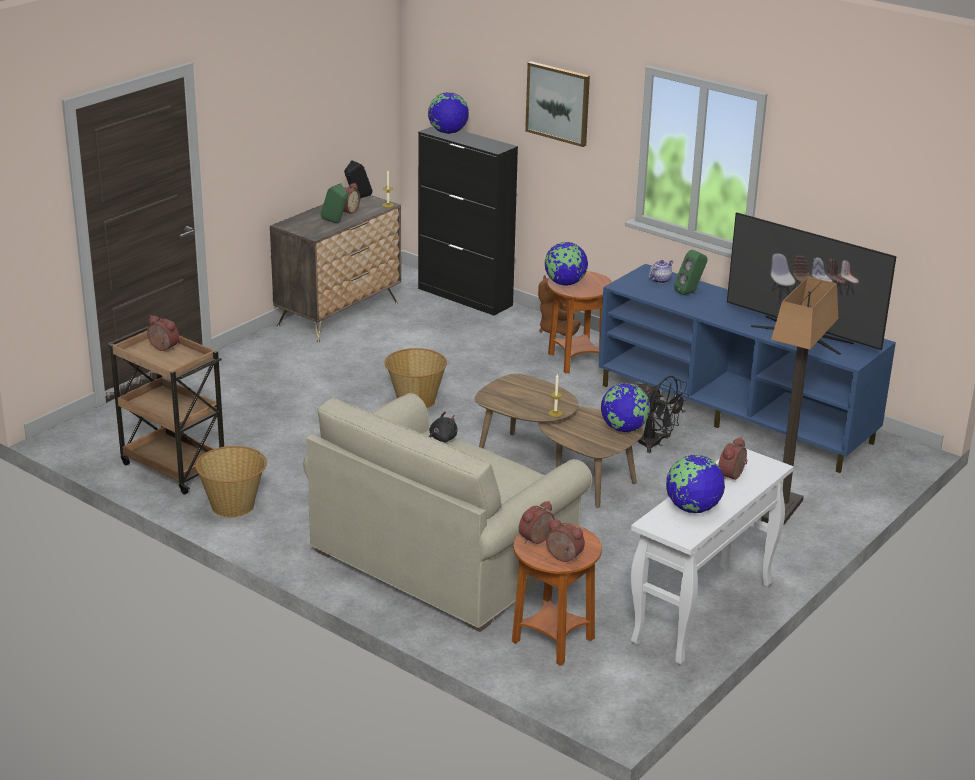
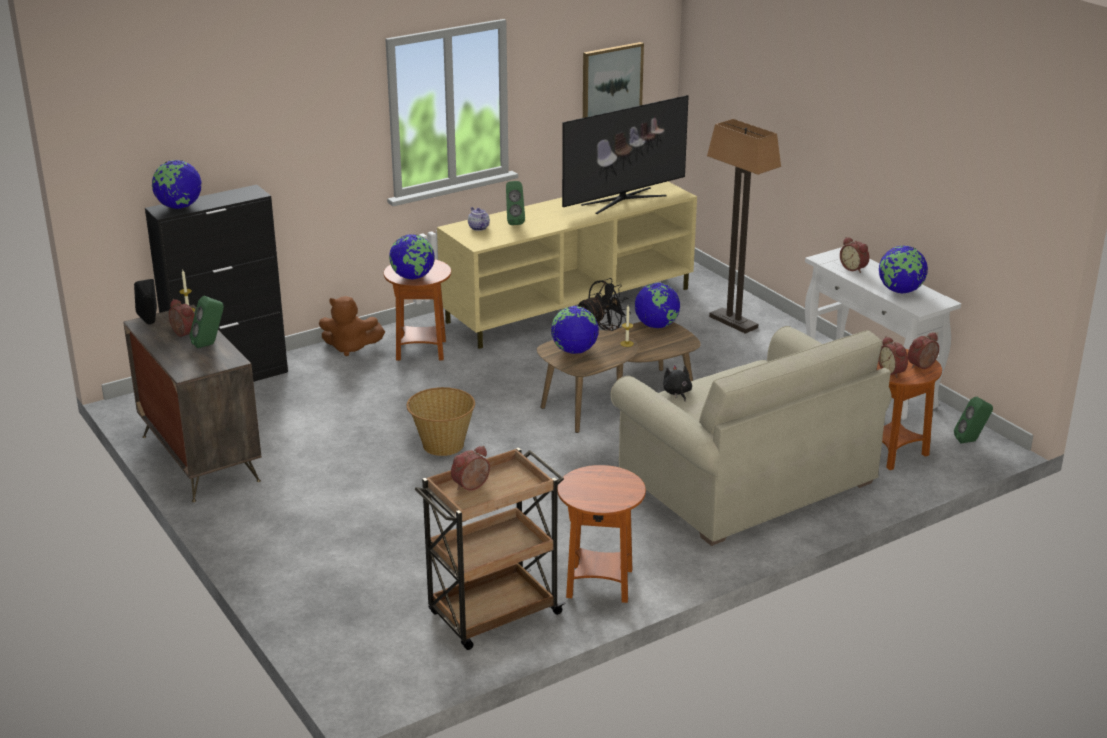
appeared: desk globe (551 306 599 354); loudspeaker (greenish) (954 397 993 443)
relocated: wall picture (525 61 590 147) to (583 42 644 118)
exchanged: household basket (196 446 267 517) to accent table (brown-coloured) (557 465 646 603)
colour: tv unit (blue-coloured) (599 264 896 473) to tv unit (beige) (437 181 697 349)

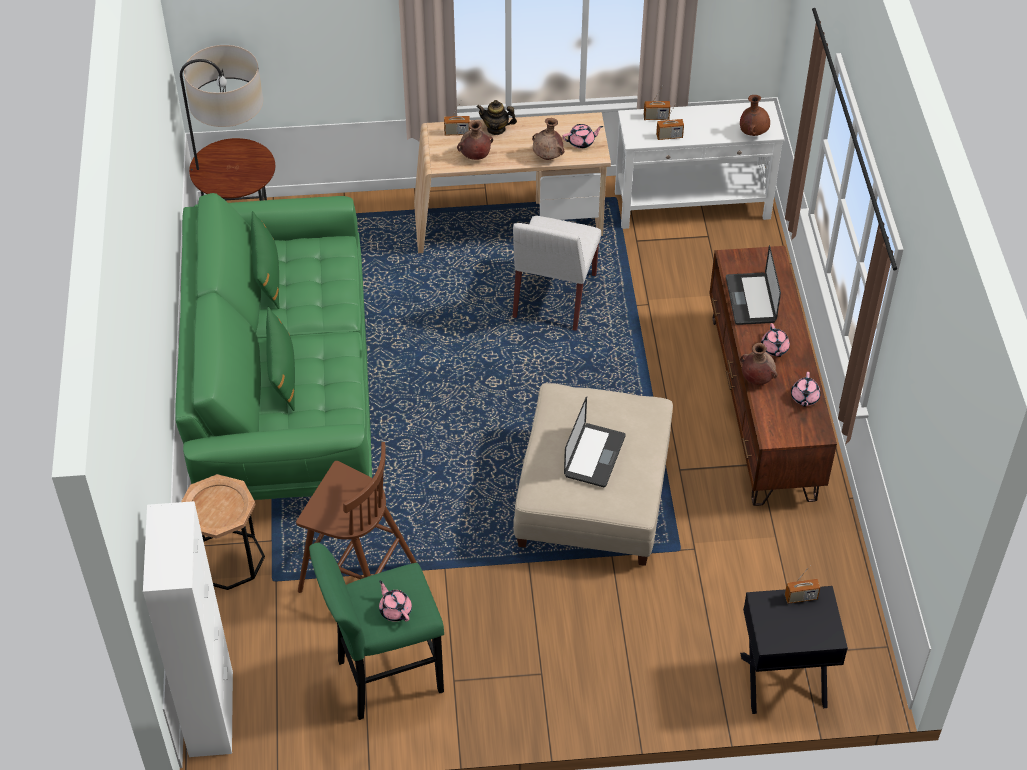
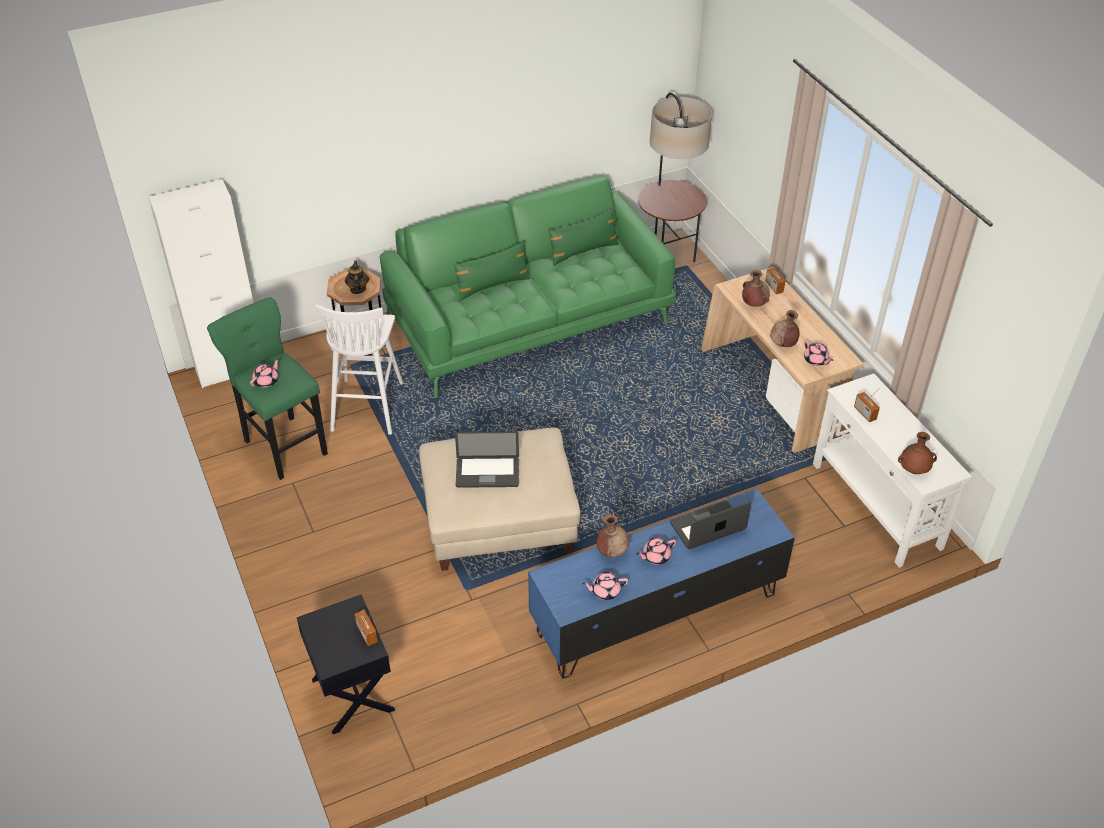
missing: chair (white) (512 216 601 331); radio (644 89 670 120)
relocated: teapot (477 100 517 135) to (345 261 369 294)
colour: stool seat (brown-coloured) (296 442 417 593) to stool seat (white) (315 304 403 435); tv unit (brown-coloured) (709 246 837 506) to tv unit (blue-coloured) (528 488 795 679)

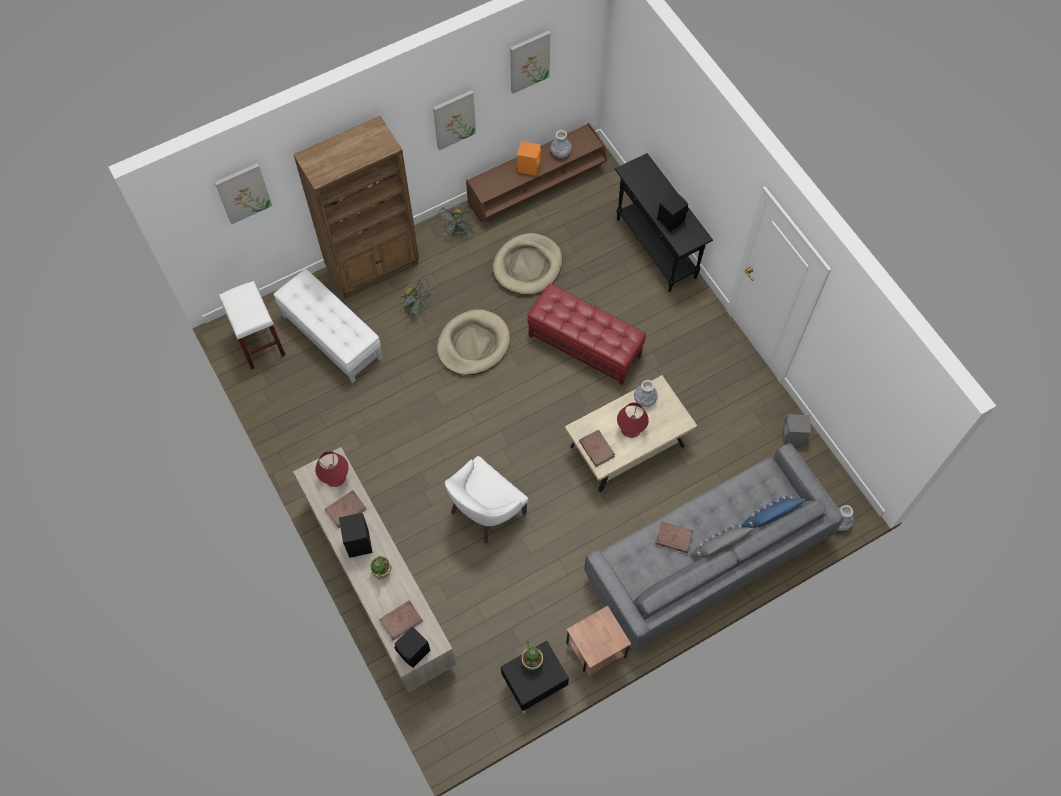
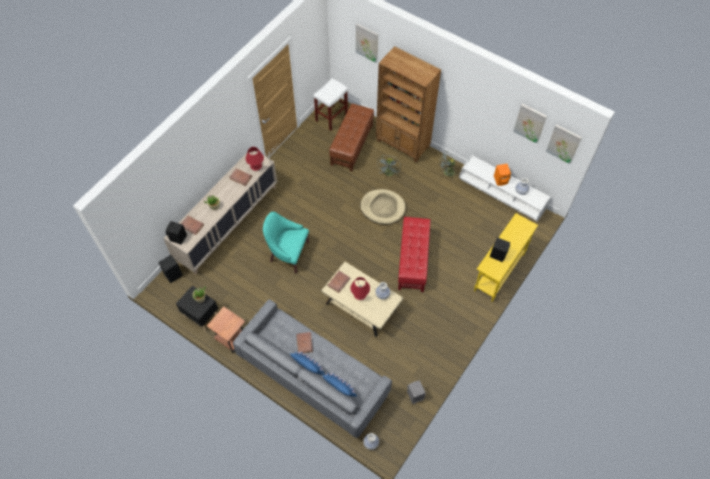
missing: dog bed (beige) (493 233 562 295)
relocated: loudspeaker (black-coloured) (339 513 373 558) to (158 255 183 283); wall picture (433 90 476 150) to (546 124 582 164)
colour: ottoman (white) (273 269 383 383) to ottoman (brown-coloured) (329 104 374 171); lounge chair (white) (445 456 529 543) to lounge chair (blue-green) (263 212 309 273); tv unit (brown-coloured) (466 123 607 222) to tv unit (white) (459 155 551 222); console table (black-coloured) (615 153 713 292) to console table (yellow-coloured) (474 213 538 302); cushion (greyish) (691 524 753 558) to cushion (blue-coloured) (290 352 325 375)

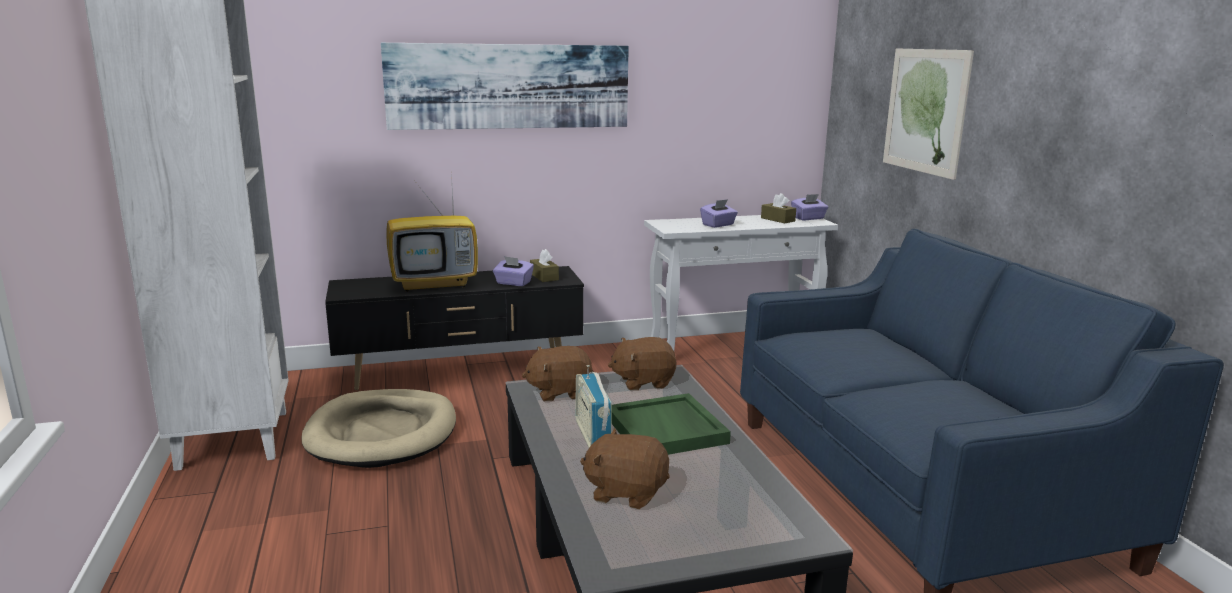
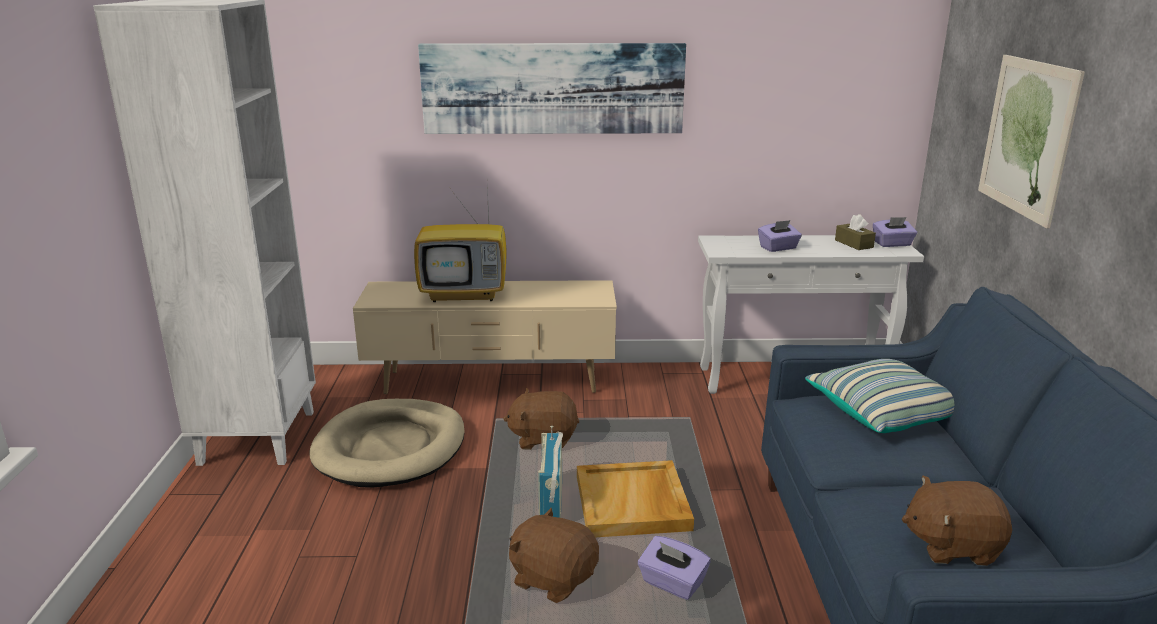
missing: box of tissues (brown-coloured) (530 249 559 282)
appeared: cushion (805 359 954 433)
relocated: box of tissues (purplish) (493 256 534 286) to (638 536 711 600); plush toy (brown-coloured) (608 337 676 390) to (902 476 1012 566)
colour: tv unit (black-coloured) (325 266 584 390) to tv unit (beige) (353 280 617 394); carrying tray (greenish) (611 393 731 455) to carrying tray (beige) (577 460 694 537)

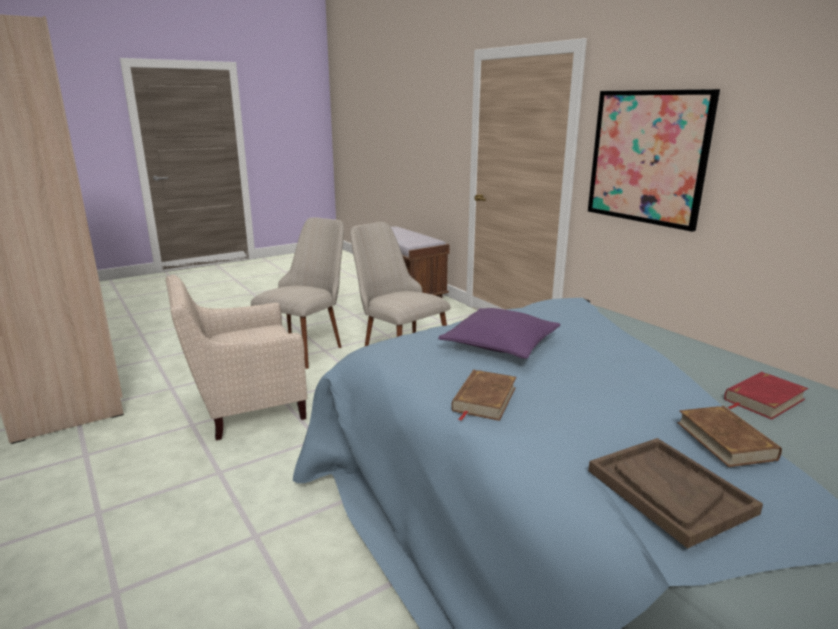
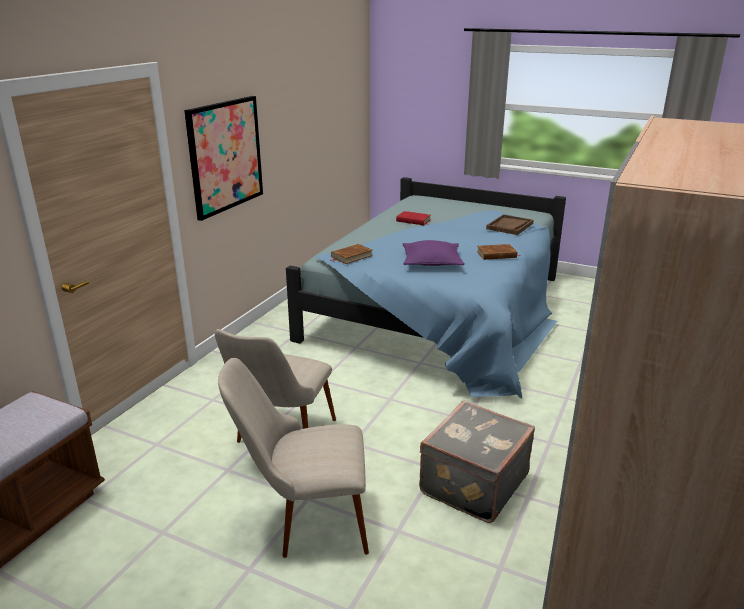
relocated: volume (brown-coloured) (677 406 782 467) to (329 244 373 264)
exchanged: lounge chair (beige) (165 275 307 441) to travel case (greyish) (419 400 535 523)

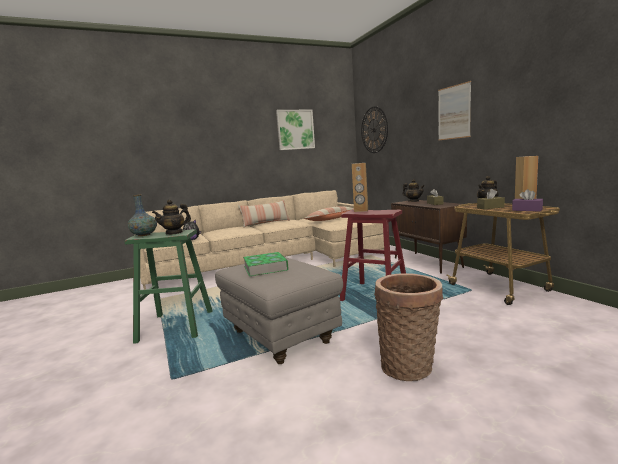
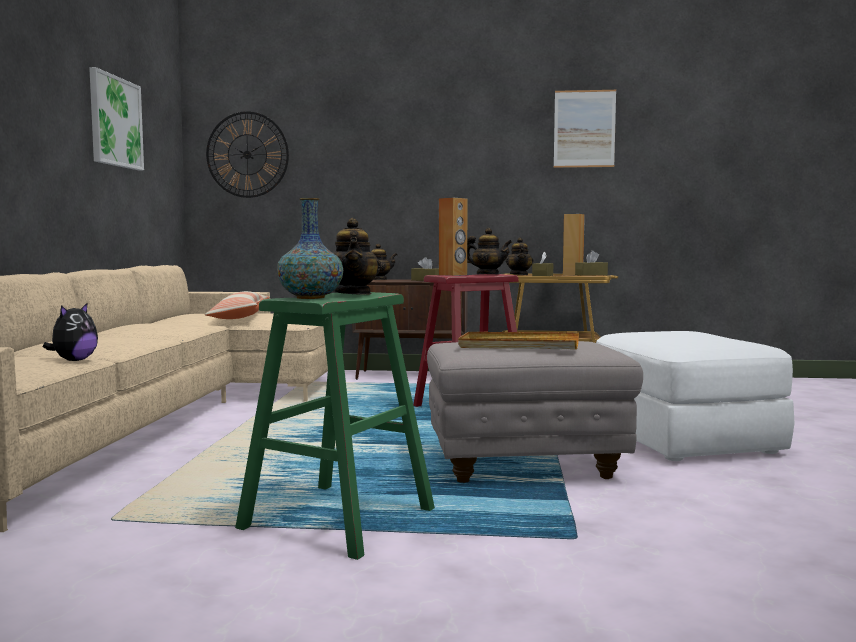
missing: cushion (238 200 290 227)
appeared: teapot (467 228 512 275)
relocated: wall picture (438 81 471 141) to (554 90 616 168)
exchanged: volume (243 252 289 276) to carrying tray (beige) (458 332 579 349); household basket (374 273 443 381) to ottoman (white) (596 331 795 461)
colour: box of tissues (purplish) (512 189 543 211) to box of tissues (brown-coloured) (575 250 608 276)

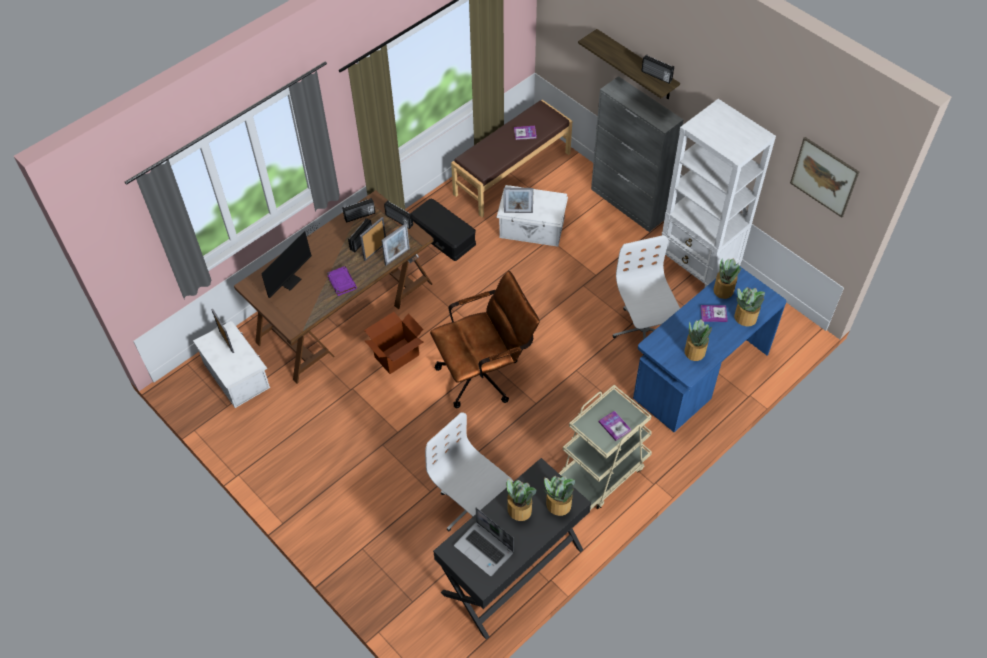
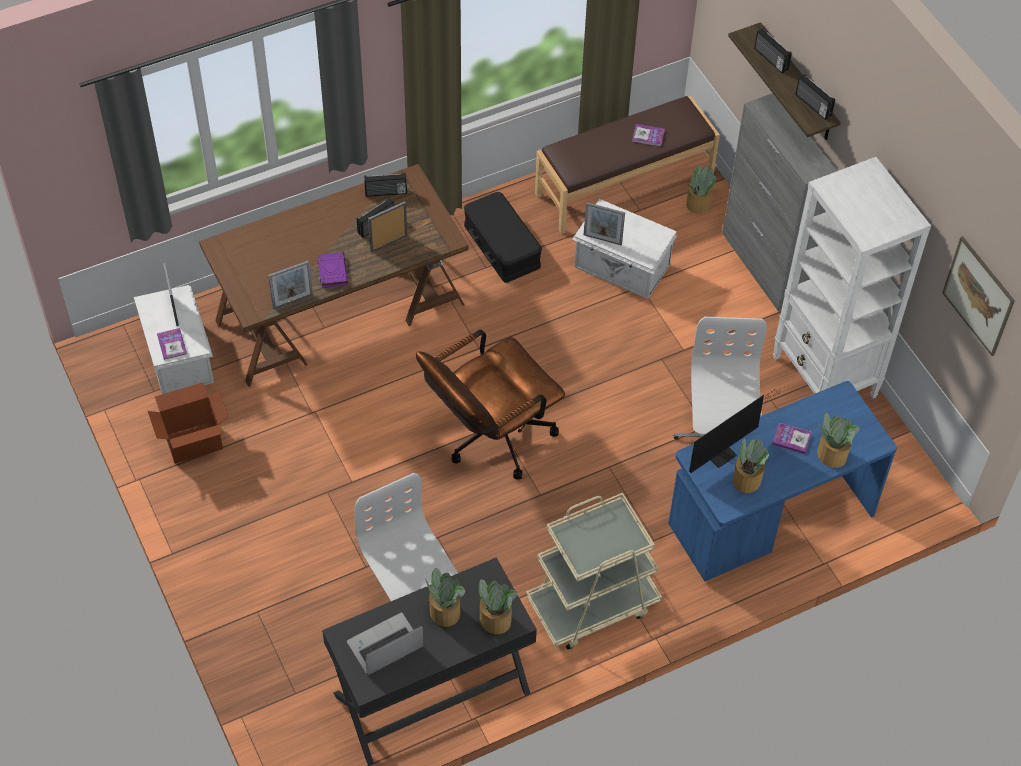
relocated: computer display (261 225 314 298) to (689 388 783 473); cardboard box (364 312 424 374) to (148 382 229 464); photo frame (381 223 410 266) to (268 260 313 309); radio (384 200 413 229) to (754 28 792 73); volume (599 411 631 441) to (157 328 187 360); plant in a pot (714 258 742 299) to (686 165 716 214)
spun: desk chair (brown-coloured) (430 271 540 408) = (416 330 565 480) 150 degrees clockwise; portable computer (454 508 514 576) = (347 613 424 675) 90 degrees clockwise

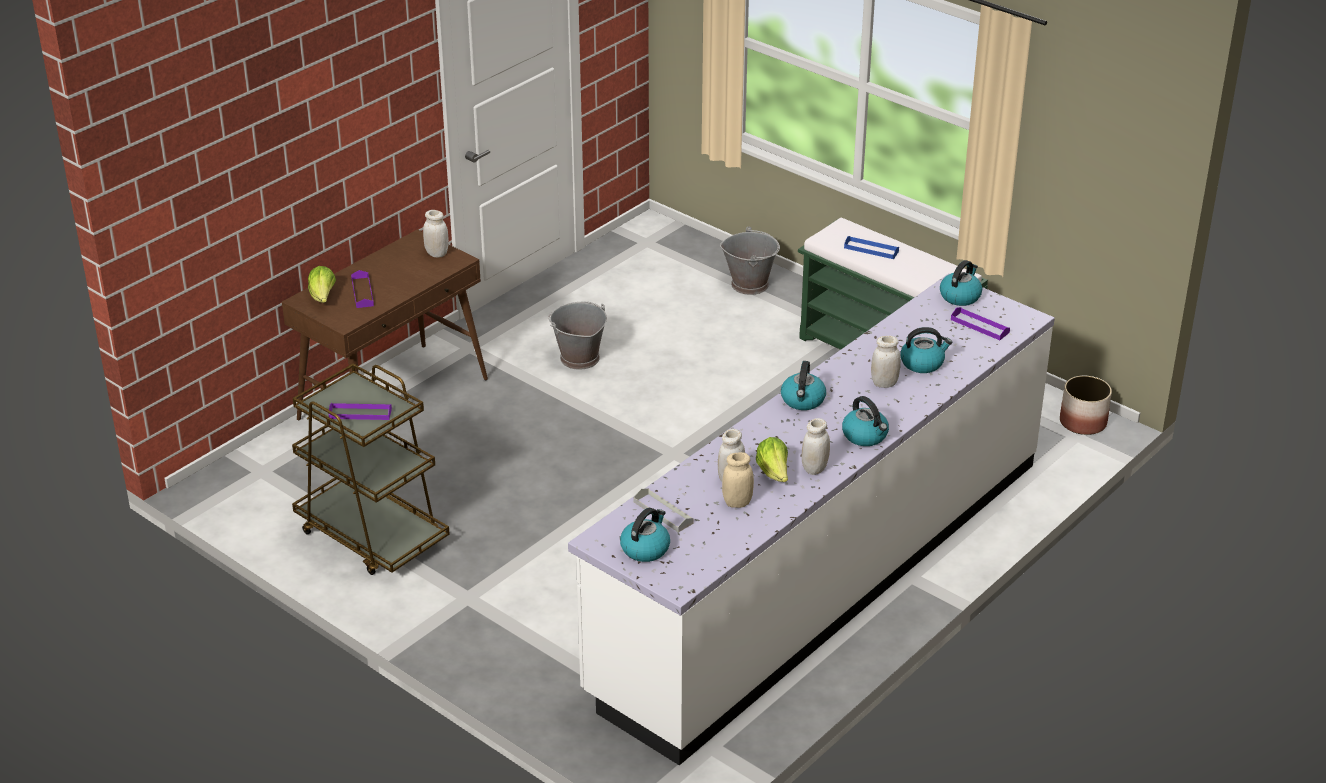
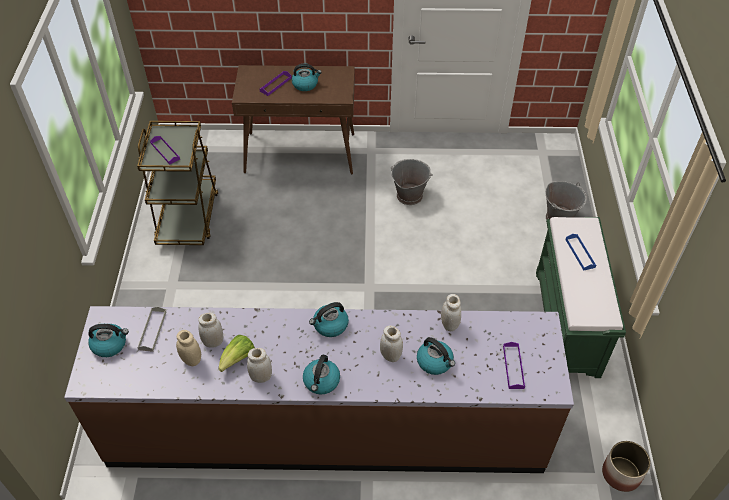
missing: lettuce head (308 266 336 303)
relocated: preserve jar (white) (423 210 449 258) to (441 294 461 331); water kettle (940 260 982 306) to (292 64 322 91)
colour: kitchen counter (white) (568 273 1055 765) to kitchen counter (brown-coloured) (64 306 574 473)

